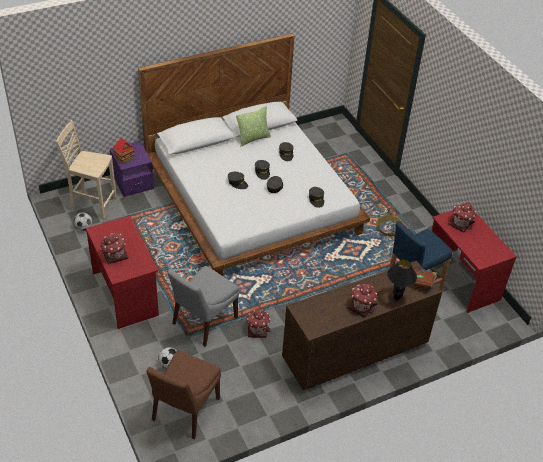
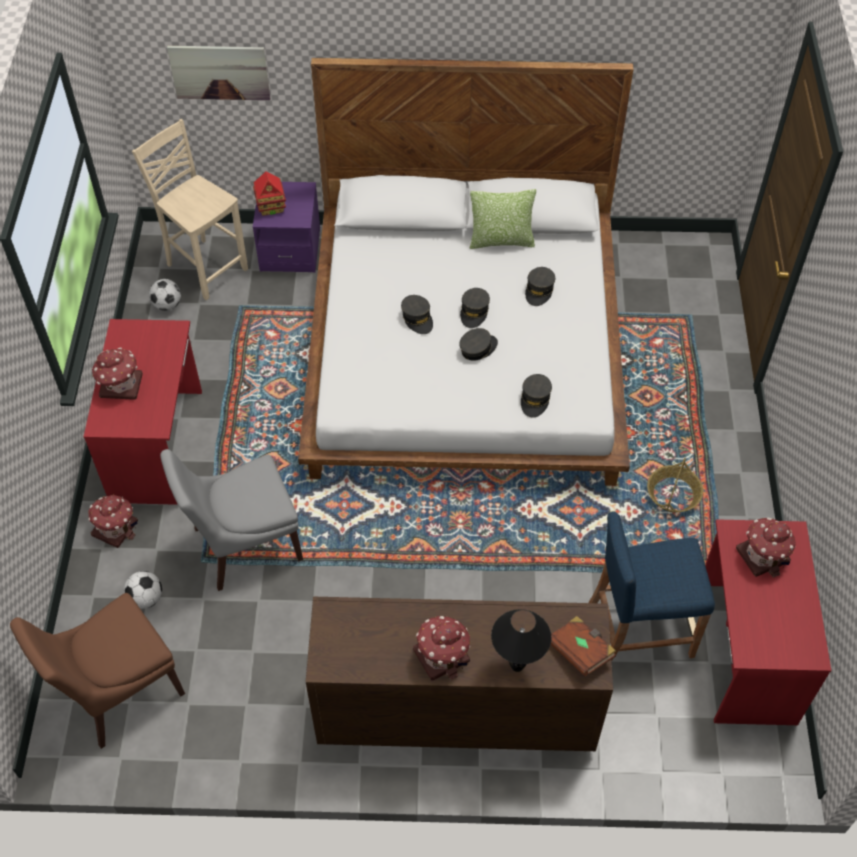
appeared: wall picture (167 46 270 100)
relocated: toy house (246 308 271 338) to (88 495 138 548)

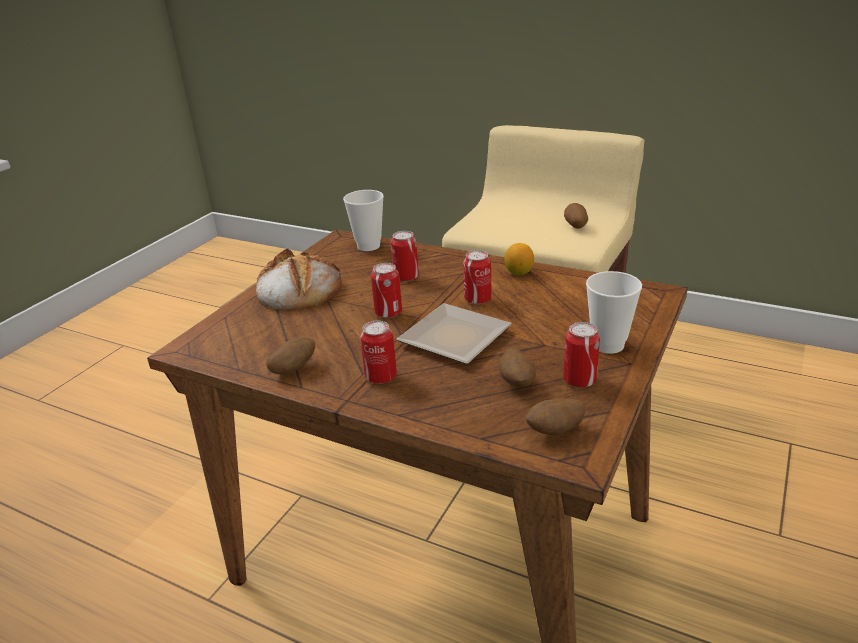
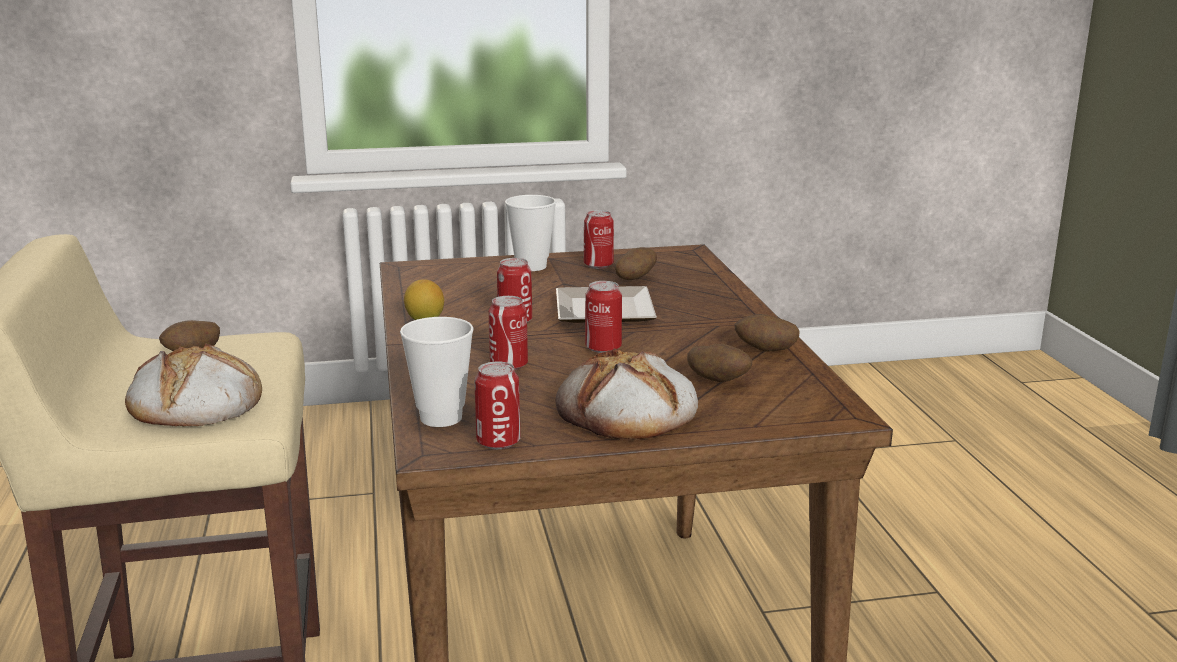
appeared: bakery bread (125 343 262 427)
relocated: sealed can (360 321 397 384) to (475 361 520 449); whole potato (526 398 585 435) to (687 344 752 382)

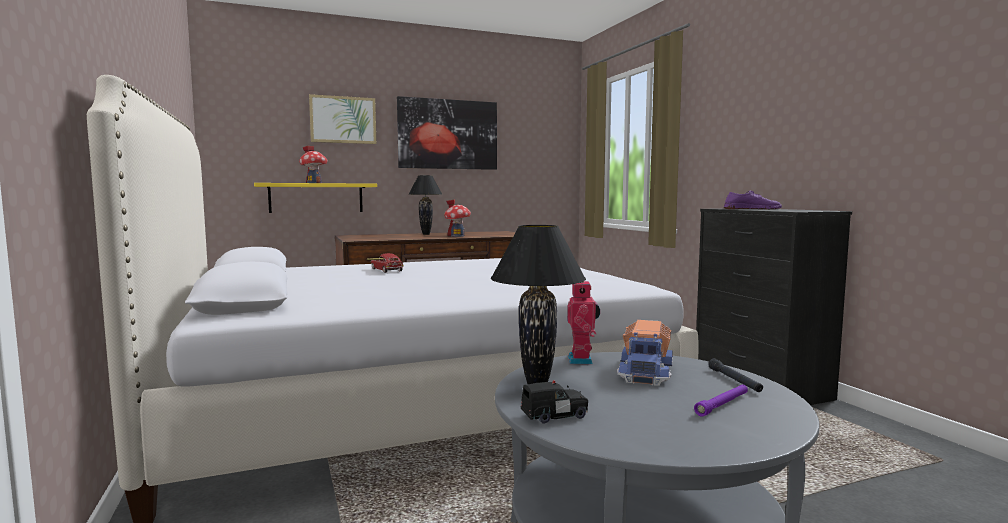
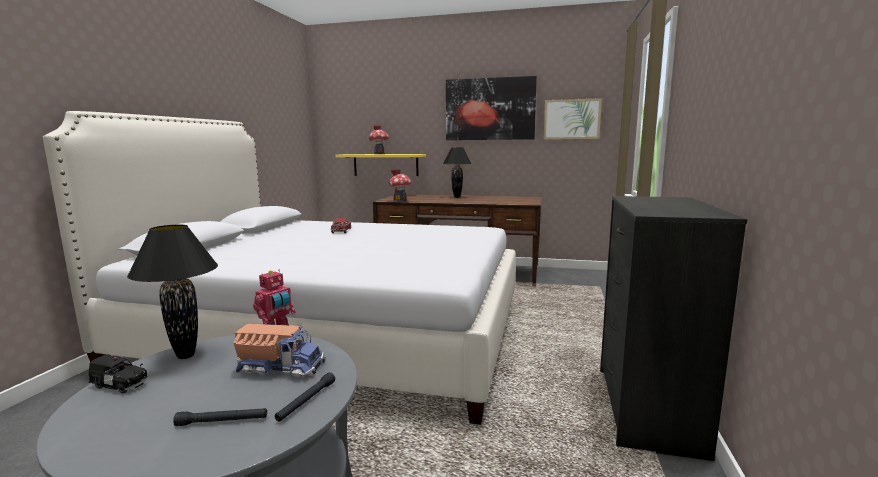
missing: shoe (purplish) (724 190 782 209)
relocated: wall picture (309 94 376 144) to (544 98 602 139); toy house (444 200 471 237) to (389 169 412 202)
colour: torch (purplish) (694 384 748 417) to torch (black-coloured) (173 408 267 426)
spun: toy truck (617 320 673 386) = (234 324 325 377) 135 degrees counterclockwise

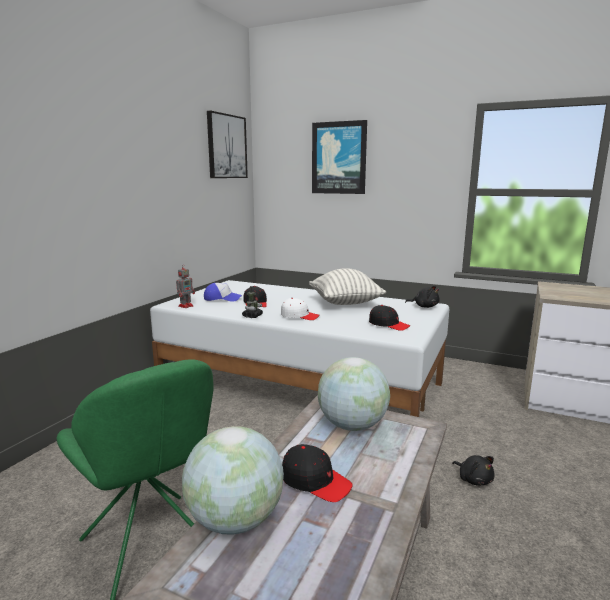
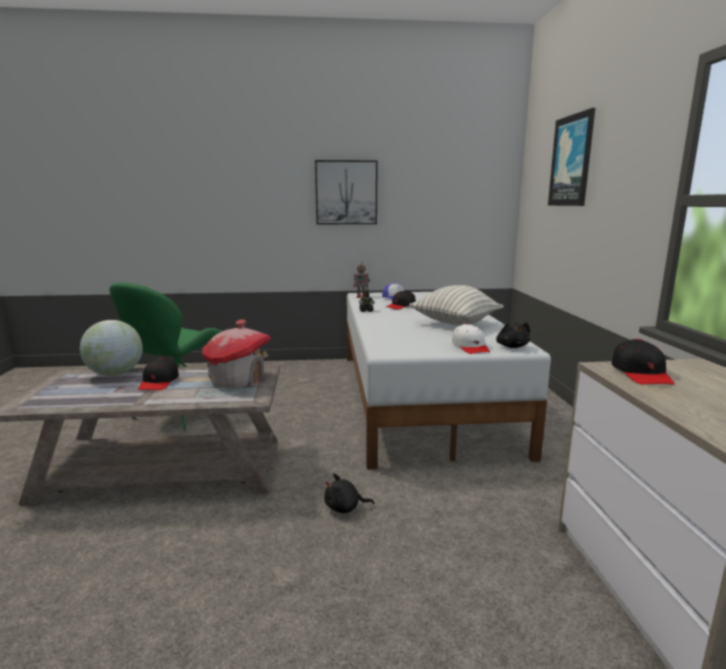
relocated: wall picture (207 111 248 178) to (315 160 378 224); peaked cap (white) (281 298 320 320) to (452 324 490 354); peaked cap (black-coloured) (369 305 410 331) to (611 339 675 385)
exchanged: desk globe (318 357 390 431) to toy house (202 320 271 388)
spun: plush toy (black-coloured) (452 455 495 486) = (324 473 374 513) 60 degrees clockwise

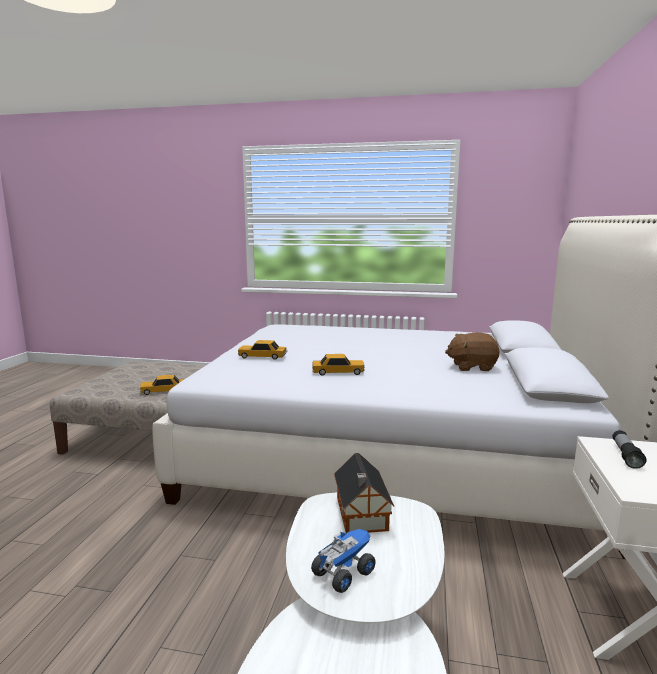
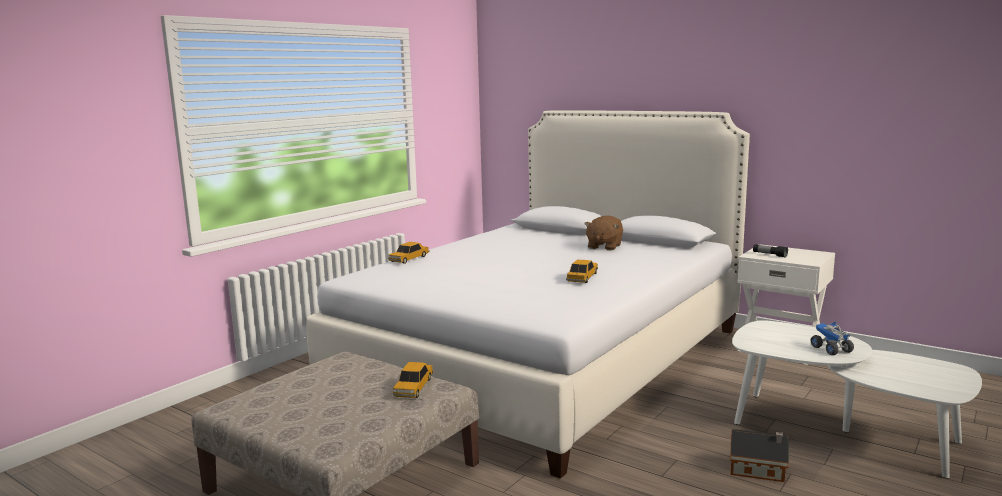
relocated: model car (238 340 287 360) to (388 242 430 264); toy house (334 453 394 533) to (730 429 789 482)

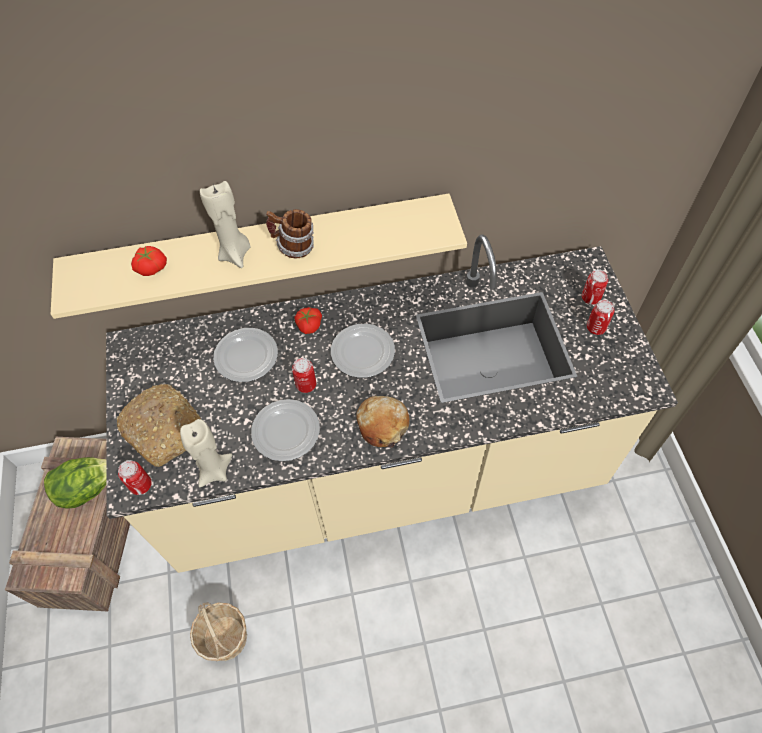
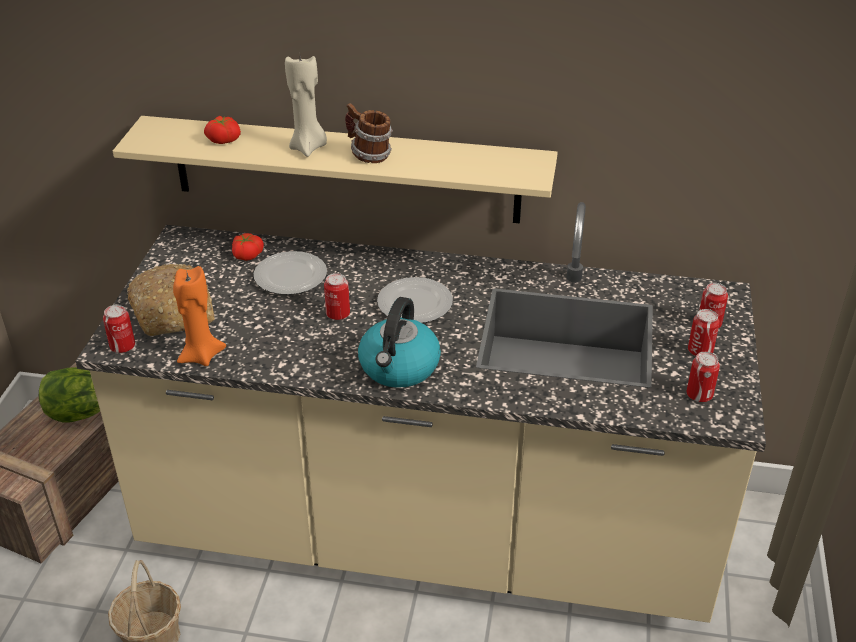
missing: dinner plate (251 399 320 461)
appeared: sealed can (686 352 720 402)
relocated: whole tomato (294 307 322 334) to (232 233 264 261)
exchanged: bakery bread (356 396 410 448) to water kettle (358 297 441 388)
colour: wax candle (beige) (180 419 232 487) to wax candle (orange) (173 266 226 366)

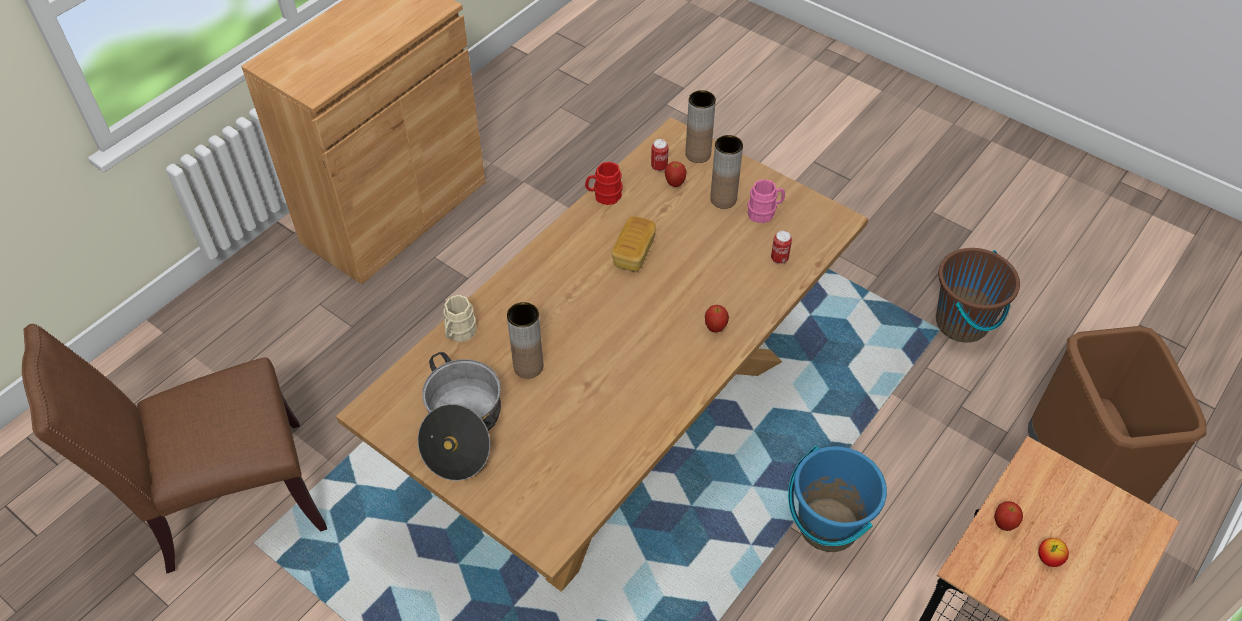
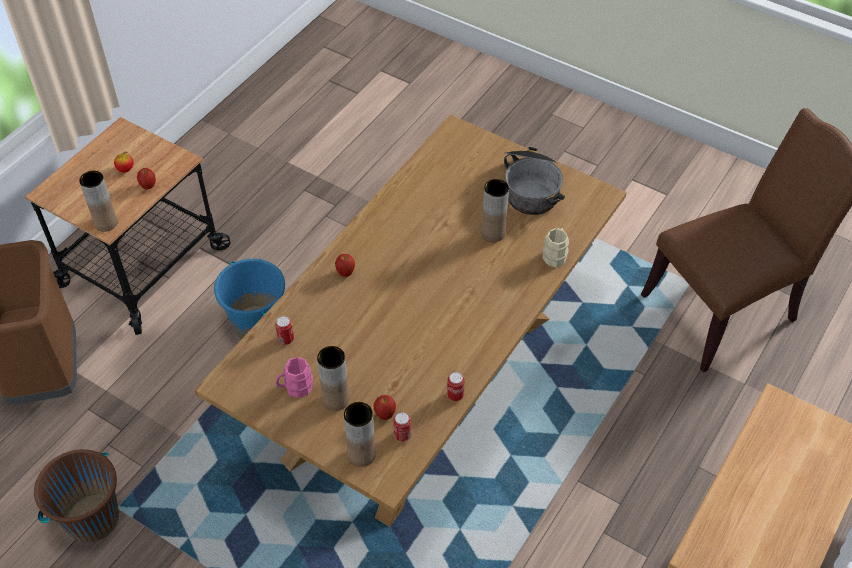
missing: bakery bread (611 216 656 272)
appeared: vase (brown-coloured) (79 171 118 232)
exchanged: coffee mug (red-coloured) (585 162 623 205) to sealed can (447 372 465 401)

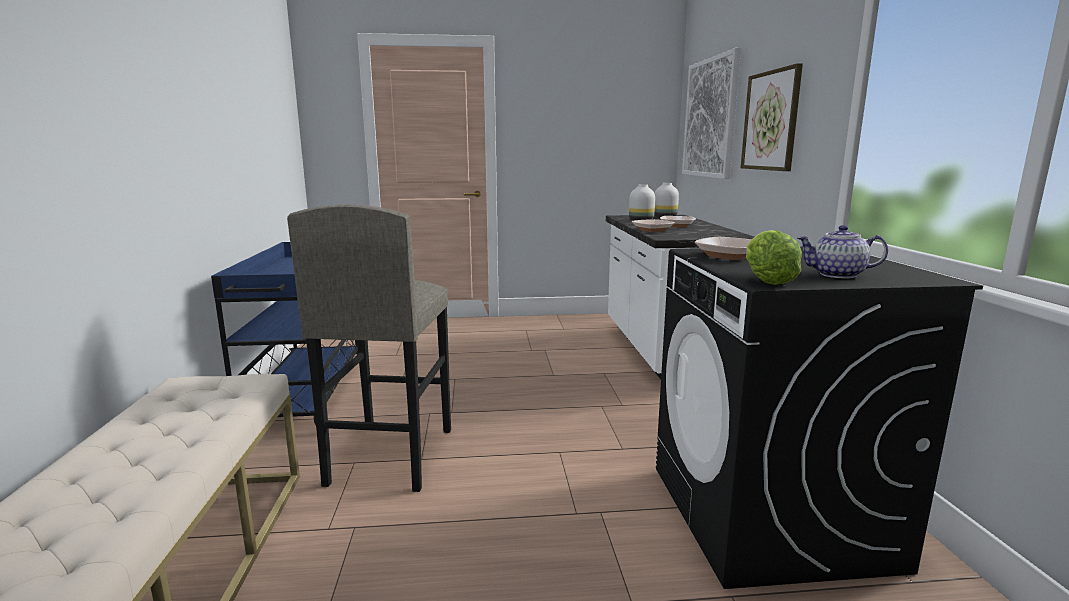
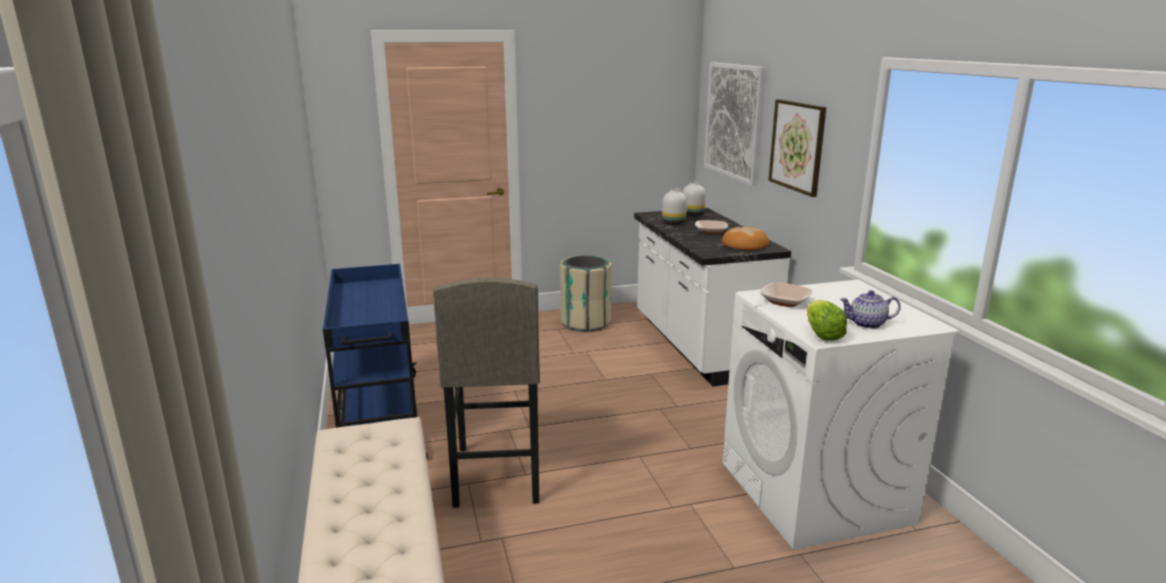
missing: serving bowl (632 219 675 232)
appeared: rubbish bin (beige) (560 255 612 332); bakery bread (722 227 769 250)
colour: laundry appliance (black-coloured) (656 246 983 589) to laundry appliance (white) (722 280 960 550)

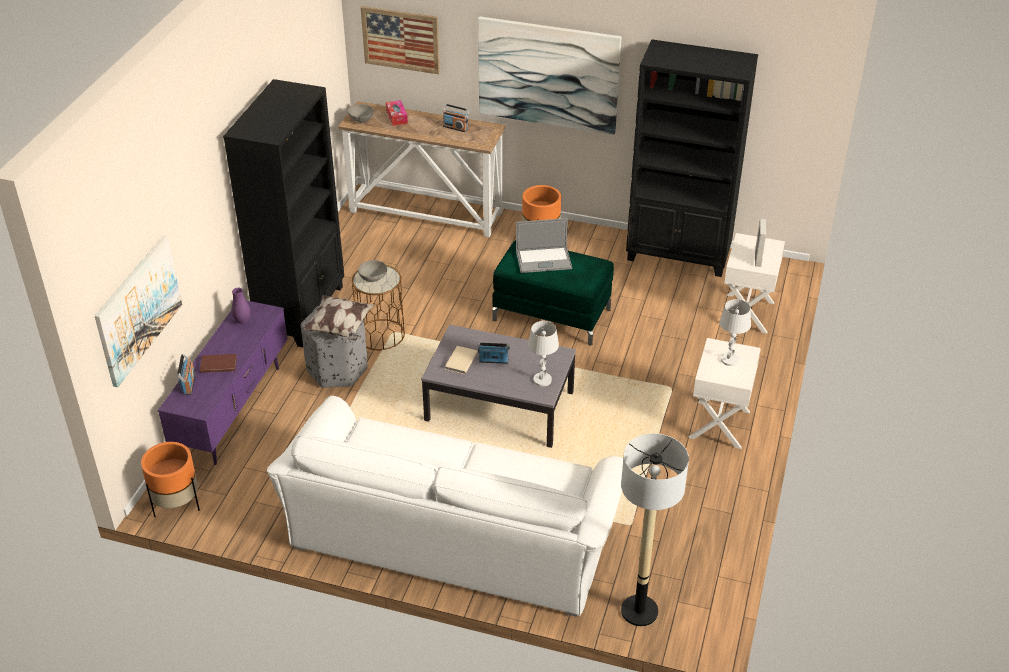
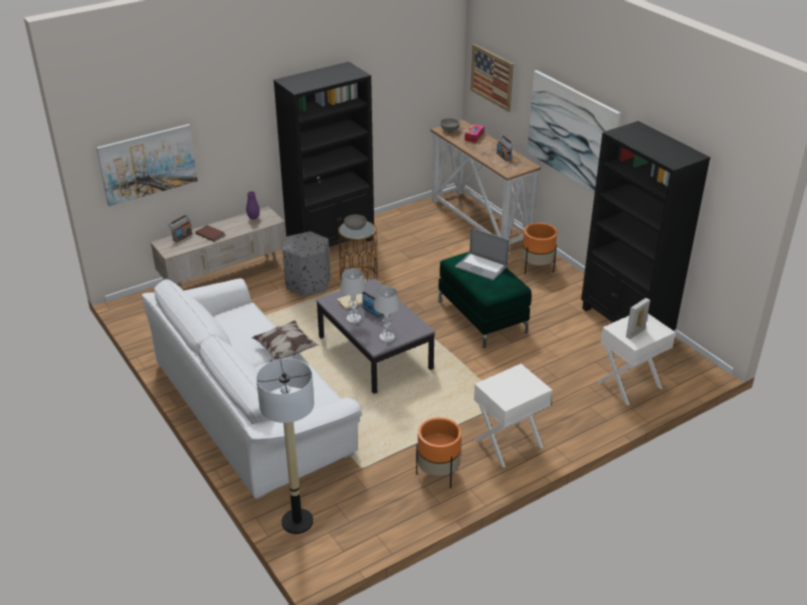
relocated: flower pot (orange) (141 442 200 517) to (416 417 461 488); cushion (302 295 375 341) to (252 321 319 362); table lamp (white) (720 299 751 366) to (340 268 365 324)
colour: tv unit (purplish) (157 301 287 465) to tv unit (beige) (150 206 286 288)

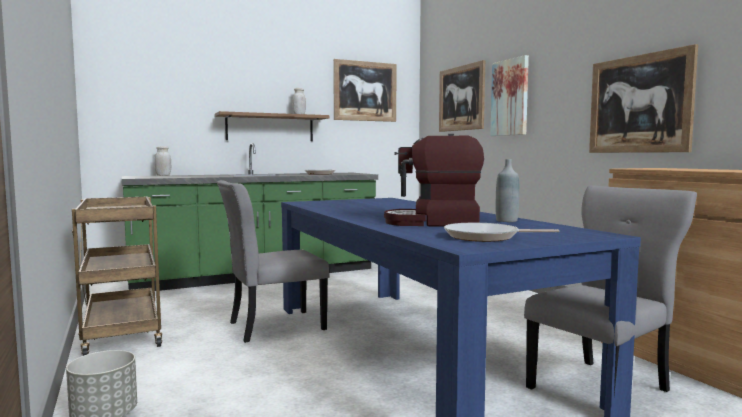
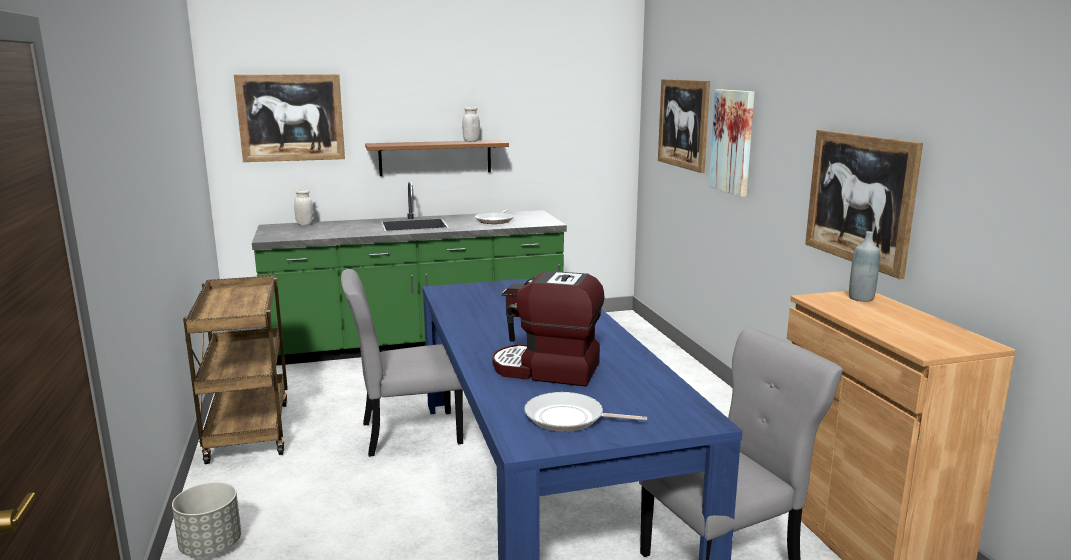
relocated: wall picture (333 59 397 122) to (234 74 345 162); bottle (greyish) (496 159 520 222) to (849 231 880 302)

